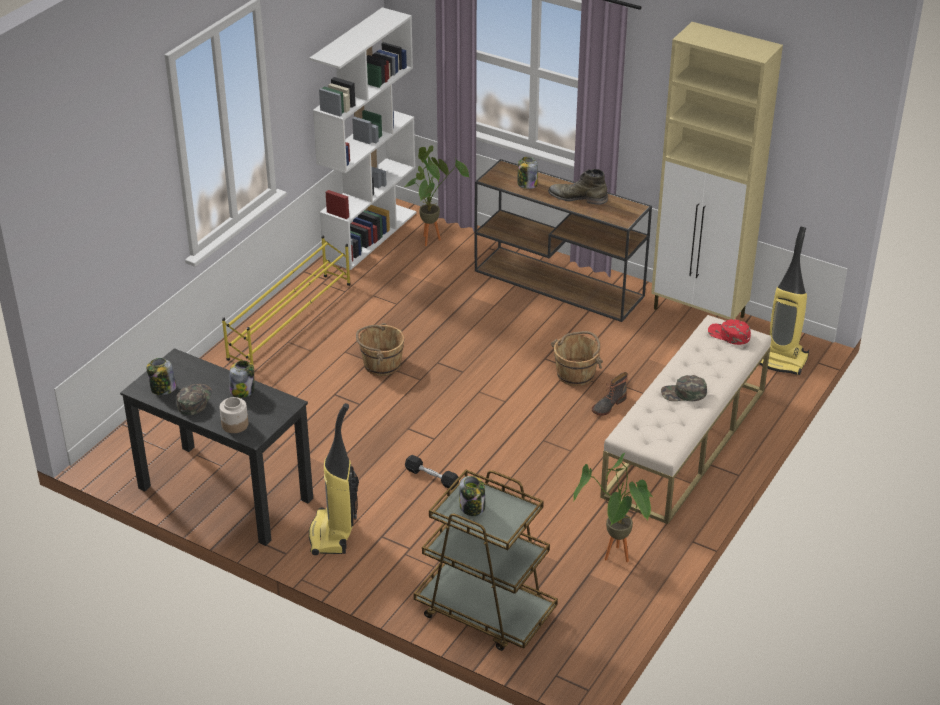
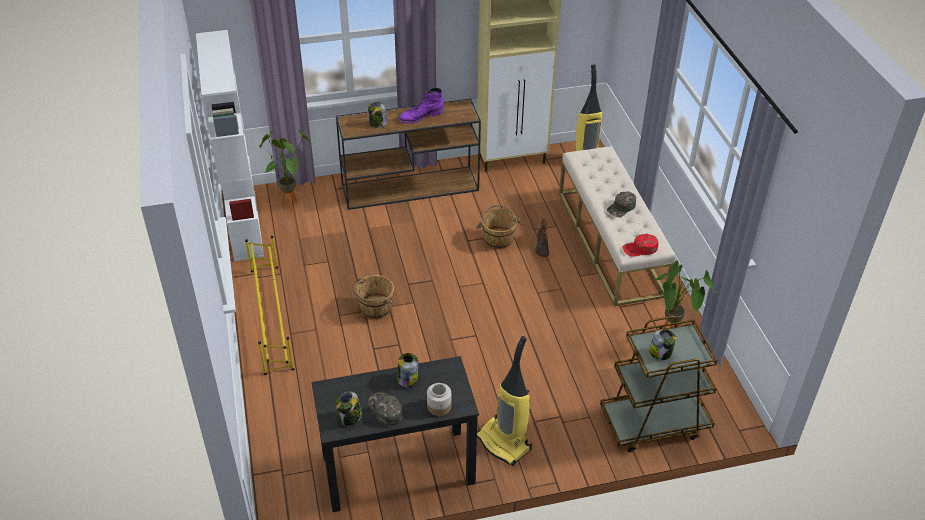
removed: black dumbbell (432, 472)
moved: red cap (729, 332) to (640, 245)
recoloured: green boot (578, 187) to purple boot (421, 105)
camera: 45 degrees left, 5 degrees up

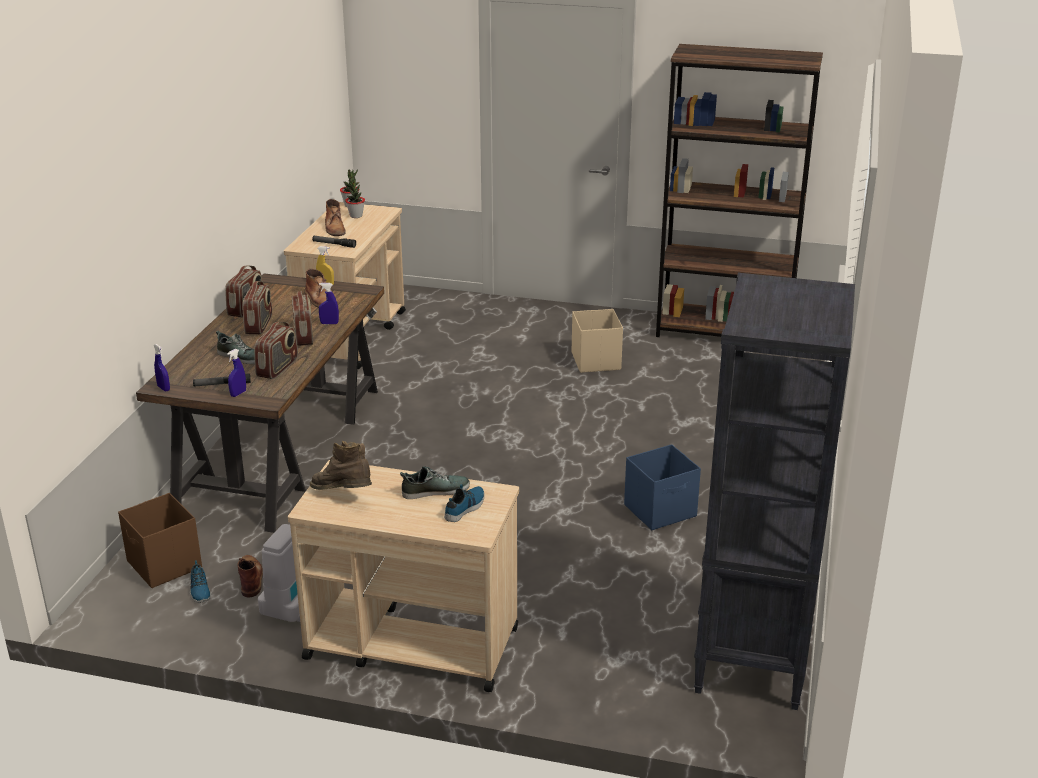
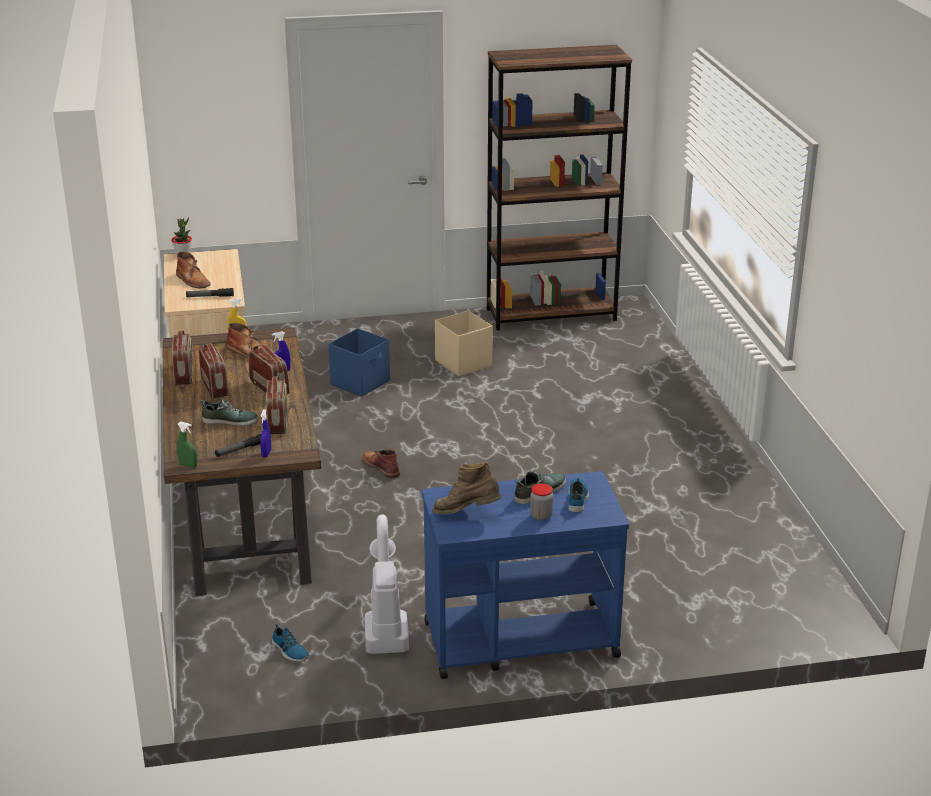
removed: brown storage box (160, 540); potted plant (355, 197); black bookcase (774, 491)
added: jar (541, 502)
moved: blue storage box (662, 487) to (359, 362); brown boot (250, 576) to (381, 464)
recoloured: blue spray bottle (161, 367) to green spray bottle (187, 445); beige cart (403, 576) to blue cart (525, 575)
camera: 25 degrees left, 0 degrees up

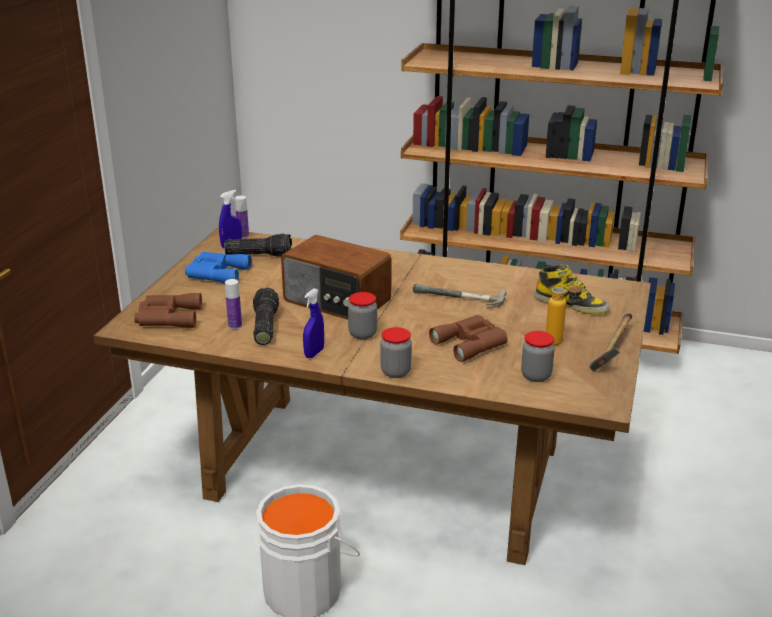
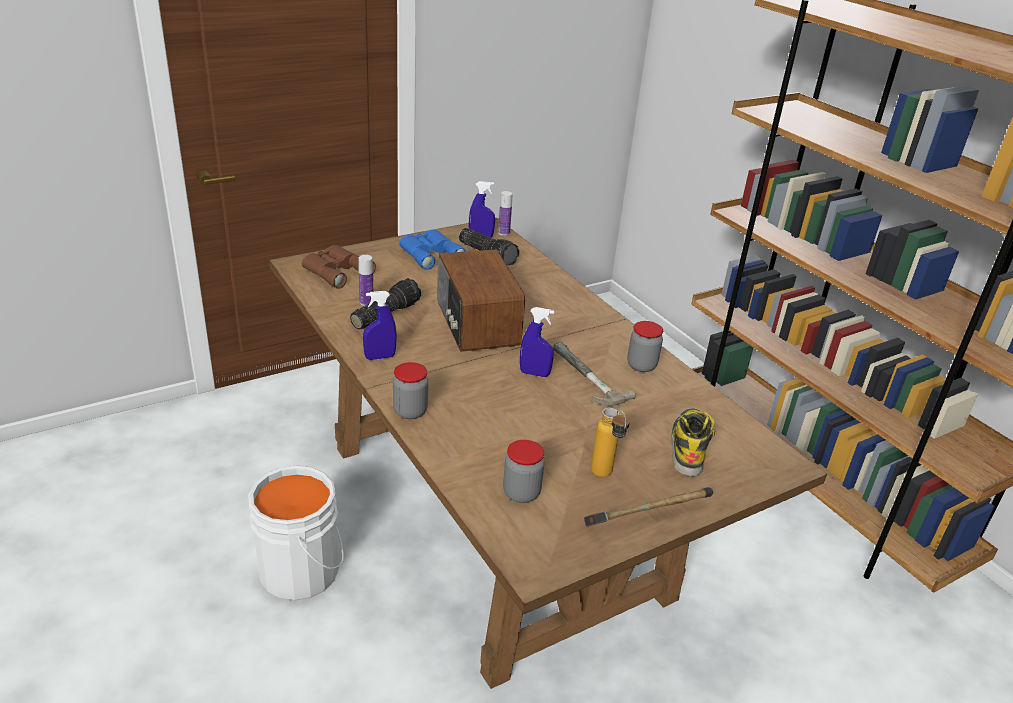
removed: brown binoculars (468, 338)
added: blue spray bottle (537, 342)
moved: jar (362, 315) to (645, 346)
turned: boot (572, 289) = (693, 442) 150 degrees counterclockwise
camera: 40 degrees right, 5 degrees up

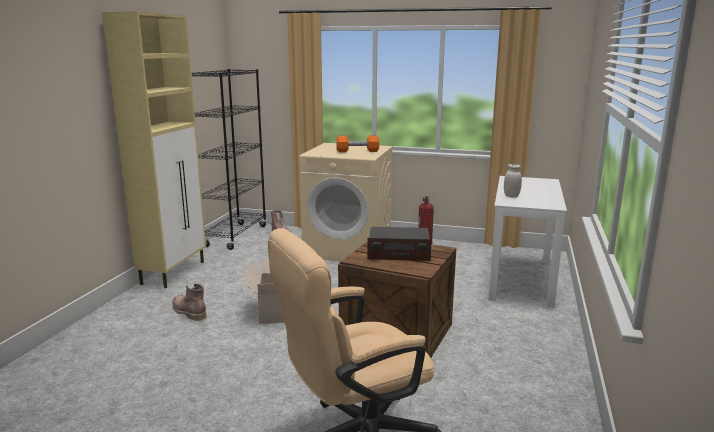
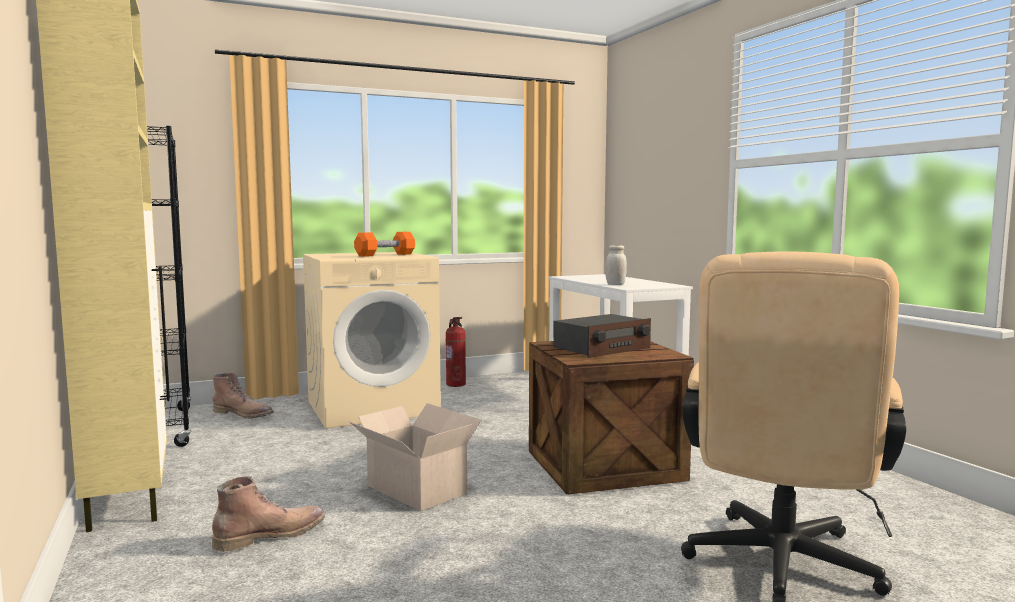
turned: brown boot (189, 302) = (268, 514) 135 degrees clockwise
camera: 40 degrees left, 10 degrees down

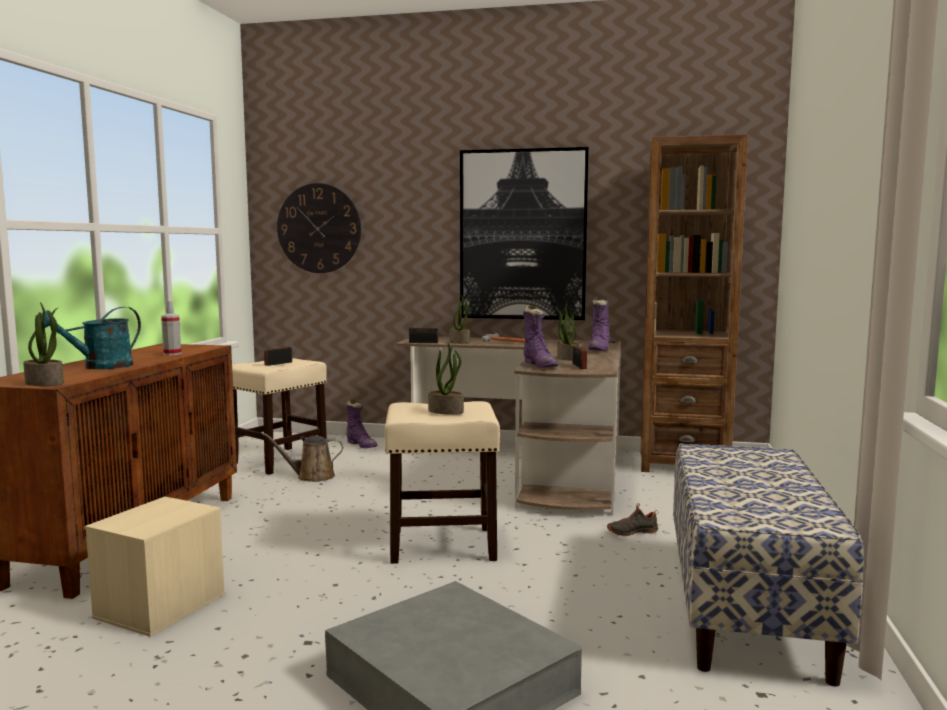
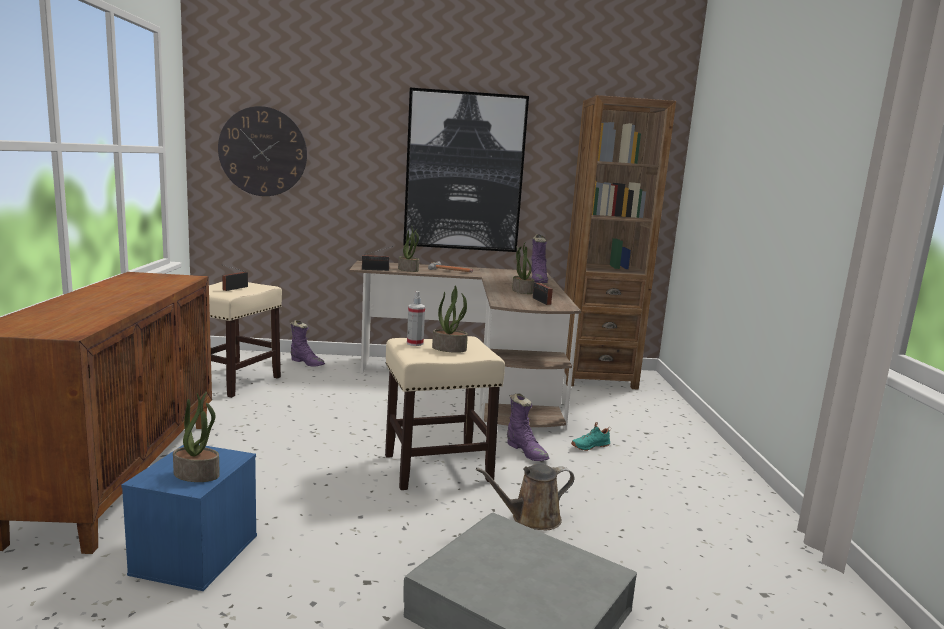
removed: turquoise watering can (91, 338); bench (768, 565)
moved: potted plant (43, 344) to (196, 437); spray bottle (171, 328) to (416, 318); brown watering can (302, 457) to (525, 497); purple boot (541, 336) to (528, 427)
recoloured: beige storage box (155, 567) to blue storage box (189, 518); black shoe (632, 519) to turquoise shoe (591, 436)
camera: 15 degrees left, 5 degrees up

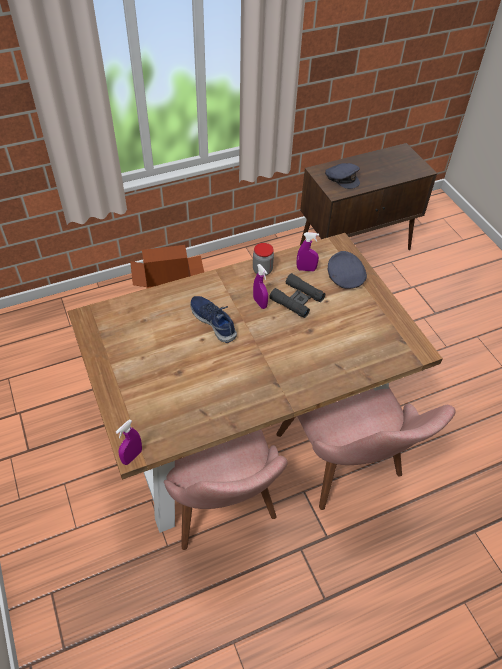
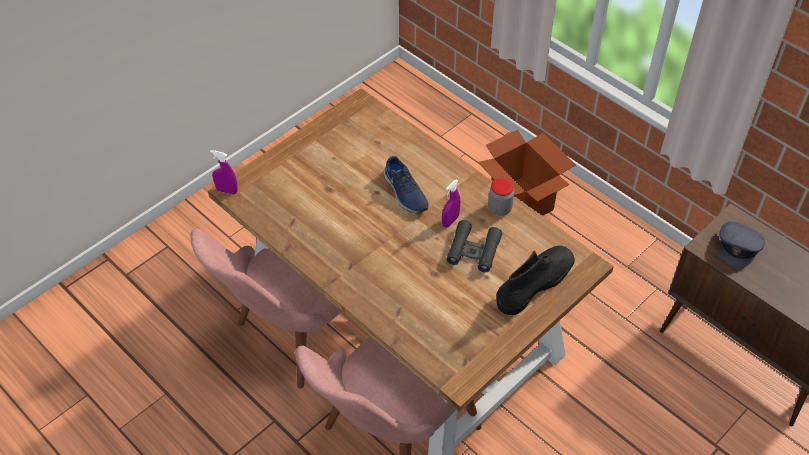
removed: purple spray bottle (307, 251)
replaced: grey cap (347, 270) to black boot (535, 280)
turned: blue shoe (213, 319) = (406, 184) 120 degrees clockwise
camera: 70 degrees right, 0 degrees up

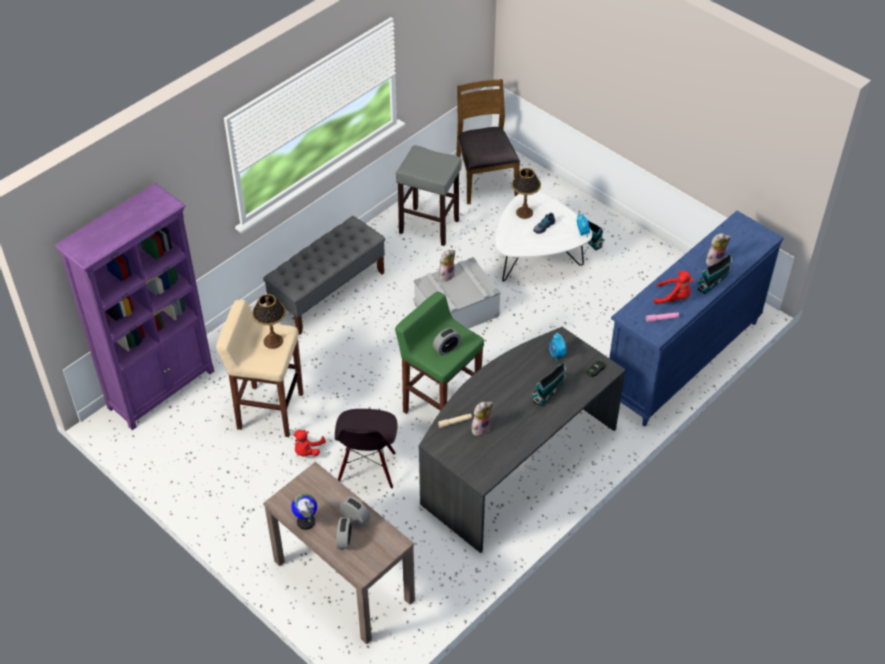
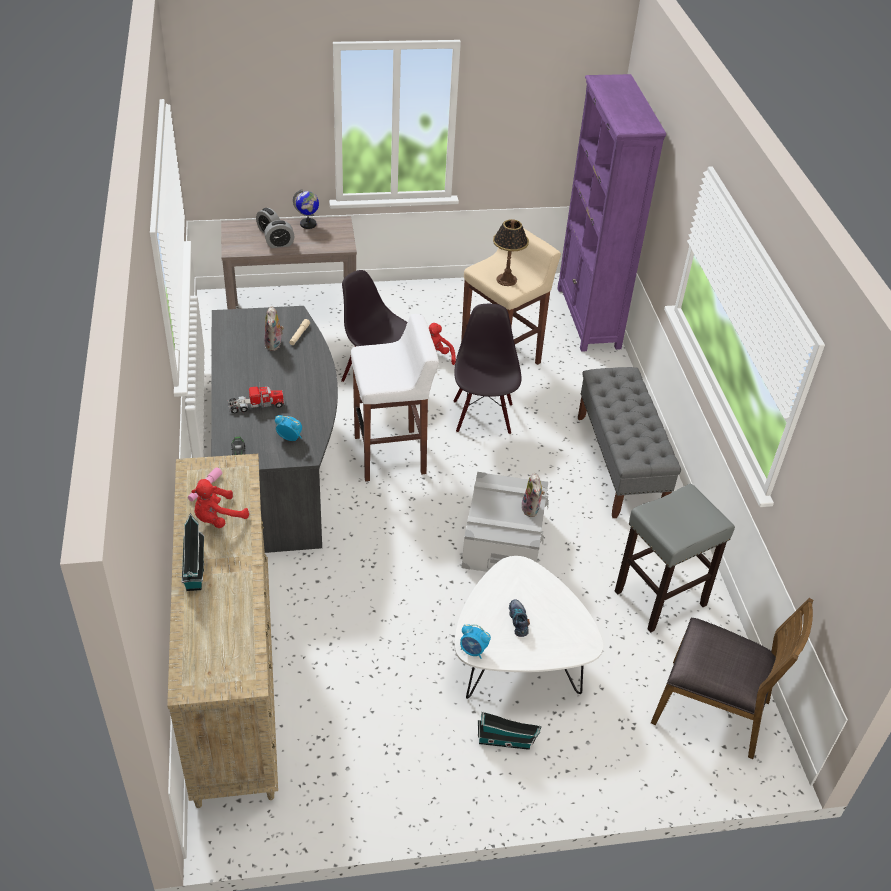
removed: alarm clock (447, 342); table lamp (526, 193); plush toy (718, 250)
added: black chair (487, 369)
replaced: toy house (549, 384) to toy truck (256, 398)
recoloured: blue dresser (696, 318) to beige dresser (222, 631); green stool (439, 353) to white stool (395, 397)
camera: 125 degrees right, 5 degrees down

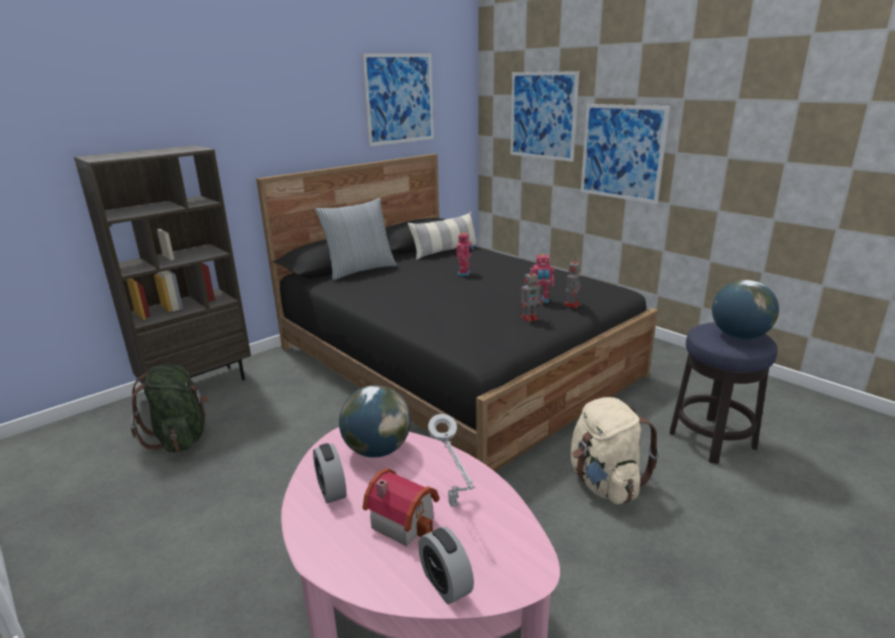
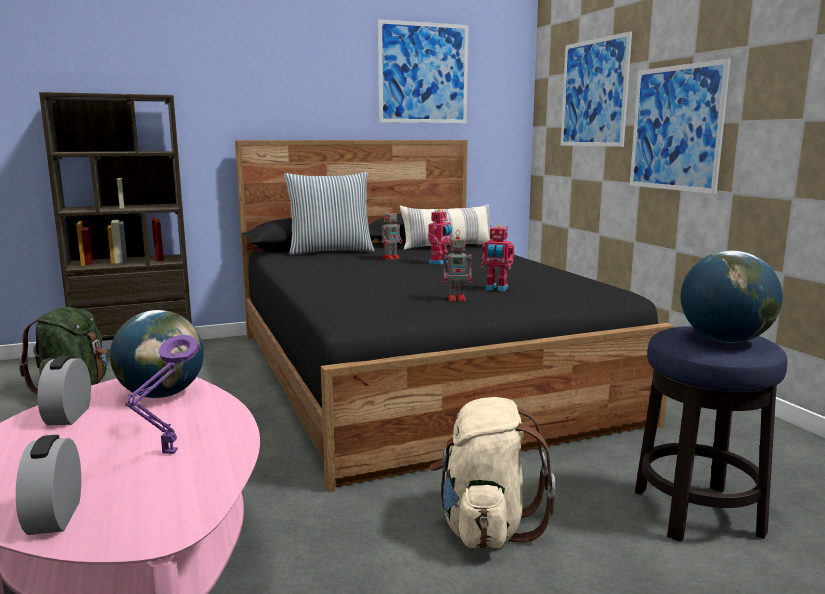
removed: toy house (401, 507)
moved: toy robot (572, 283) to (392, 234)
recoloured: grey table lamp (451, 460) to purple table lamp (161, 394)
camera: 20 degrees right, 10 degrees down

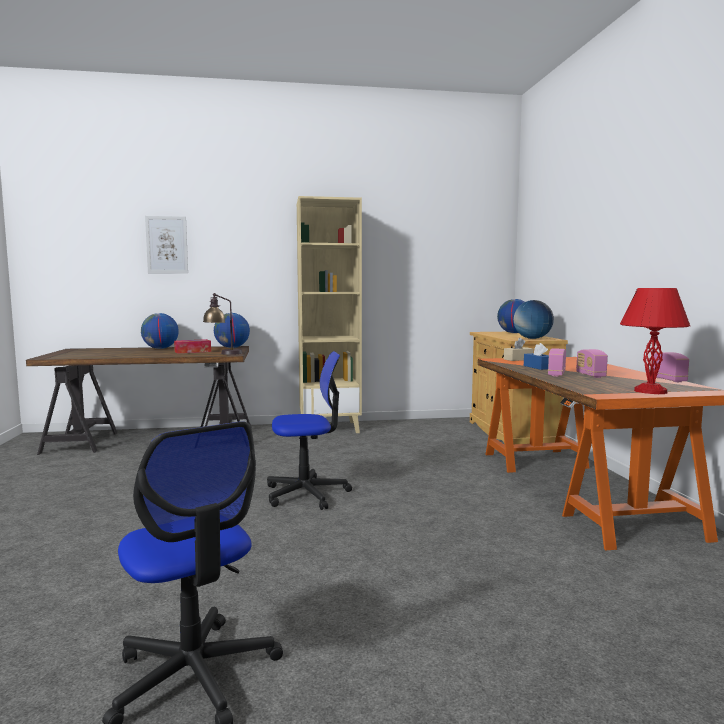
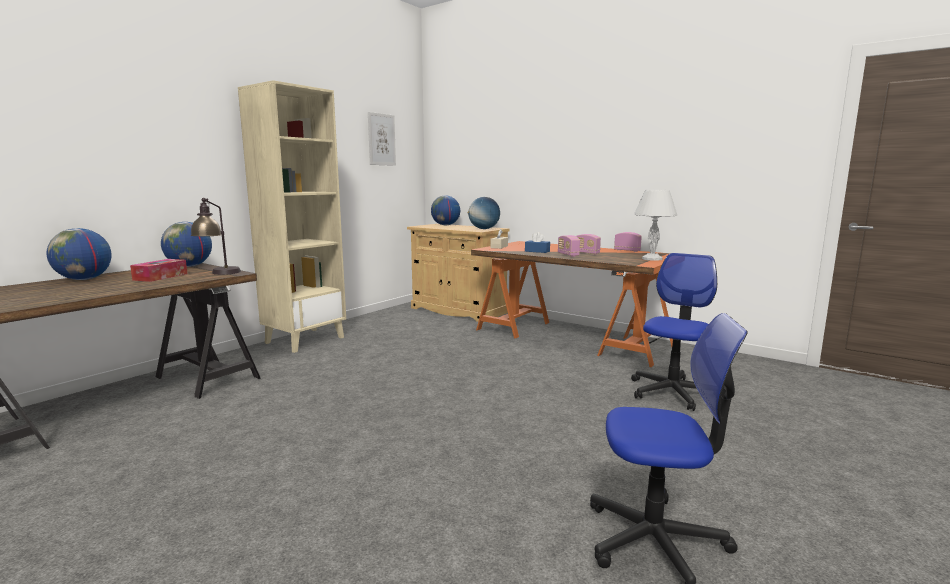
moved: picture (166, 244) to (382, 139); office chair (309, 430) to (674, 332)
recoloured: red table lamp (655, 341) to white table lamp (655, 225)
camera: 45 degrees left, 5 degrees up

